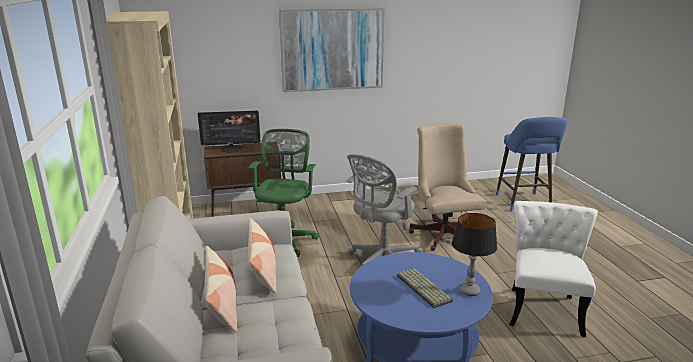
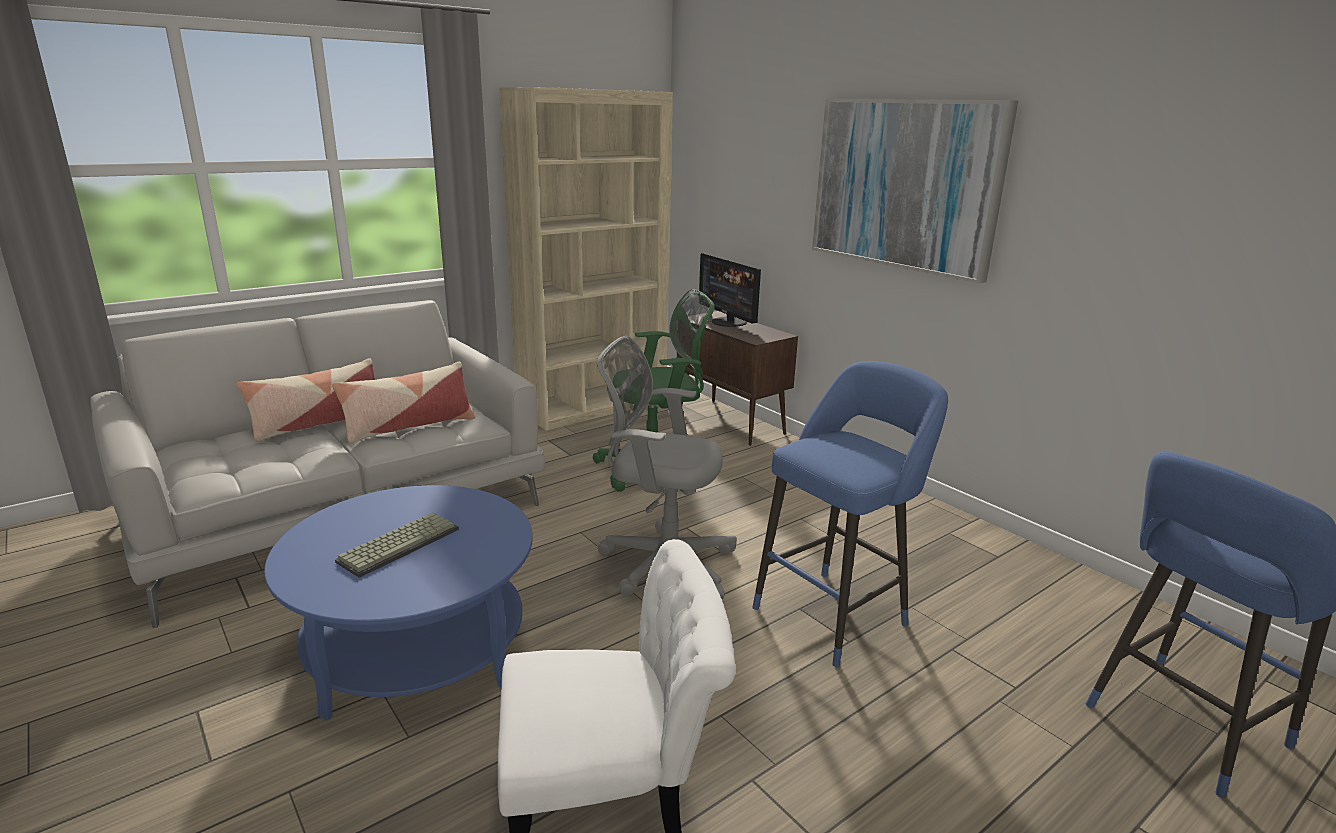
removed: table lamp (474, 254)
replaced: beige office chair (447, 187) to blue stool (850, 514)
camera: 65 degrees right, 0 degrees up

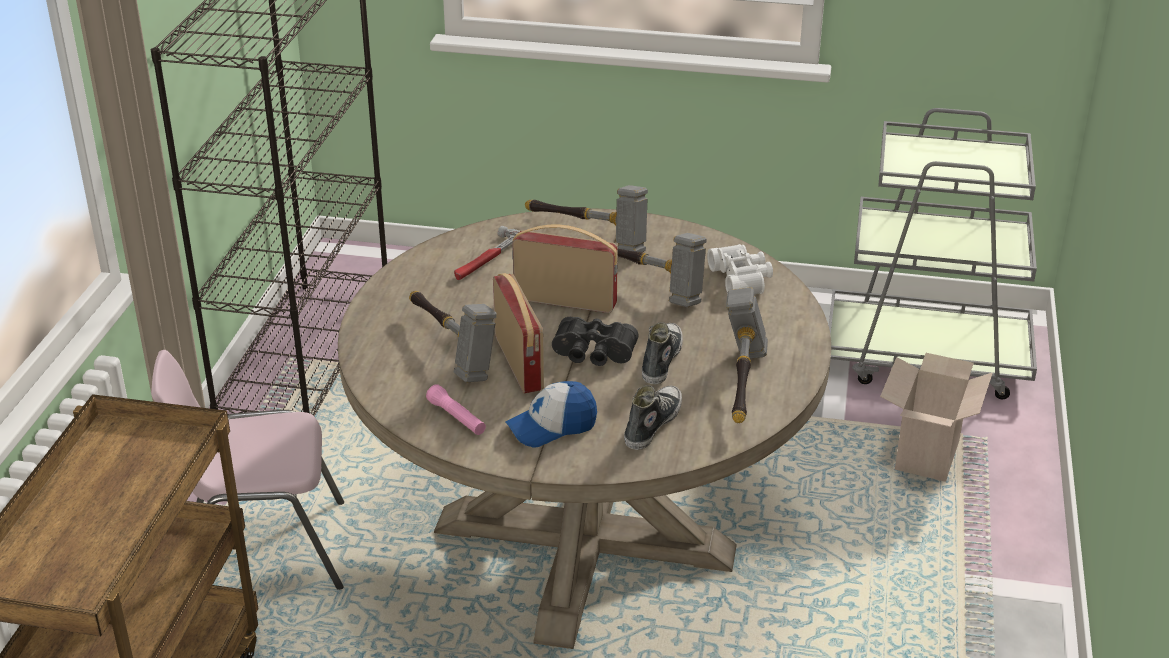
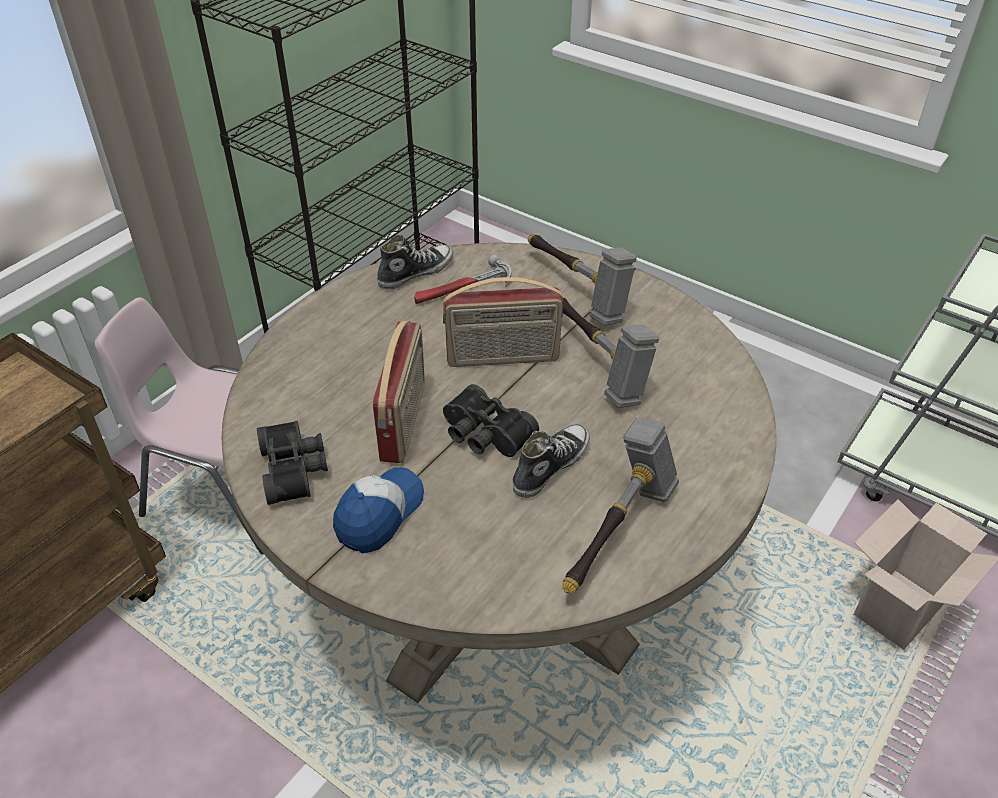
removed: hammer (453, 337); white binoculars (740, 269)
moved: shoe (653, 417) to (415, 262)
replaced: pink flashlight (456, 409) to black binoculars (292, 463)
turned: cap (551, 414) = (378, 510) 120 degrees clockwise; radio (565, 269) = (503, 322) 135 degrees clockwise
camera: 25 degrees right, 10 degrees up

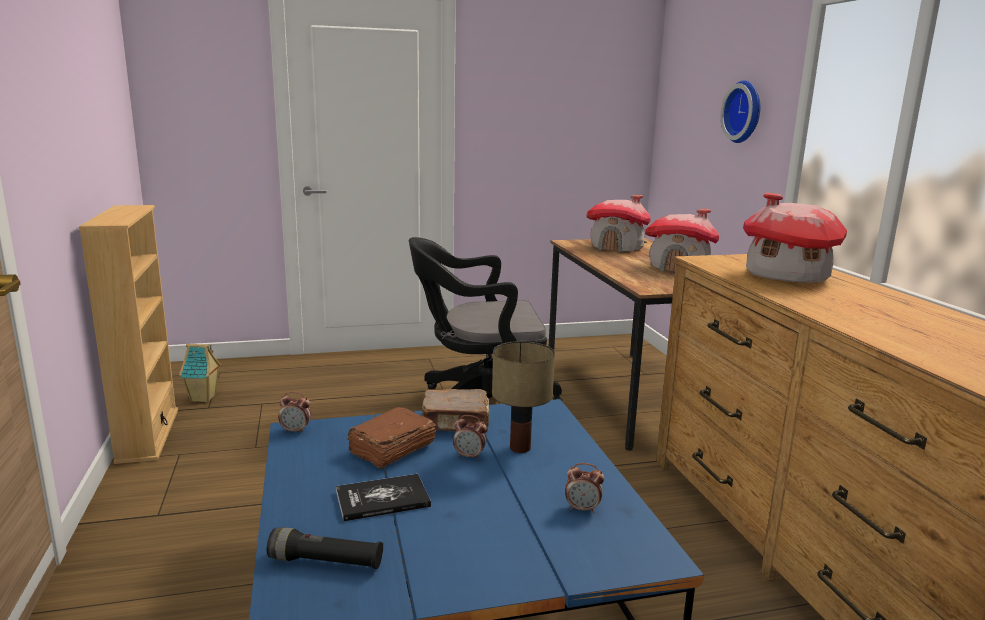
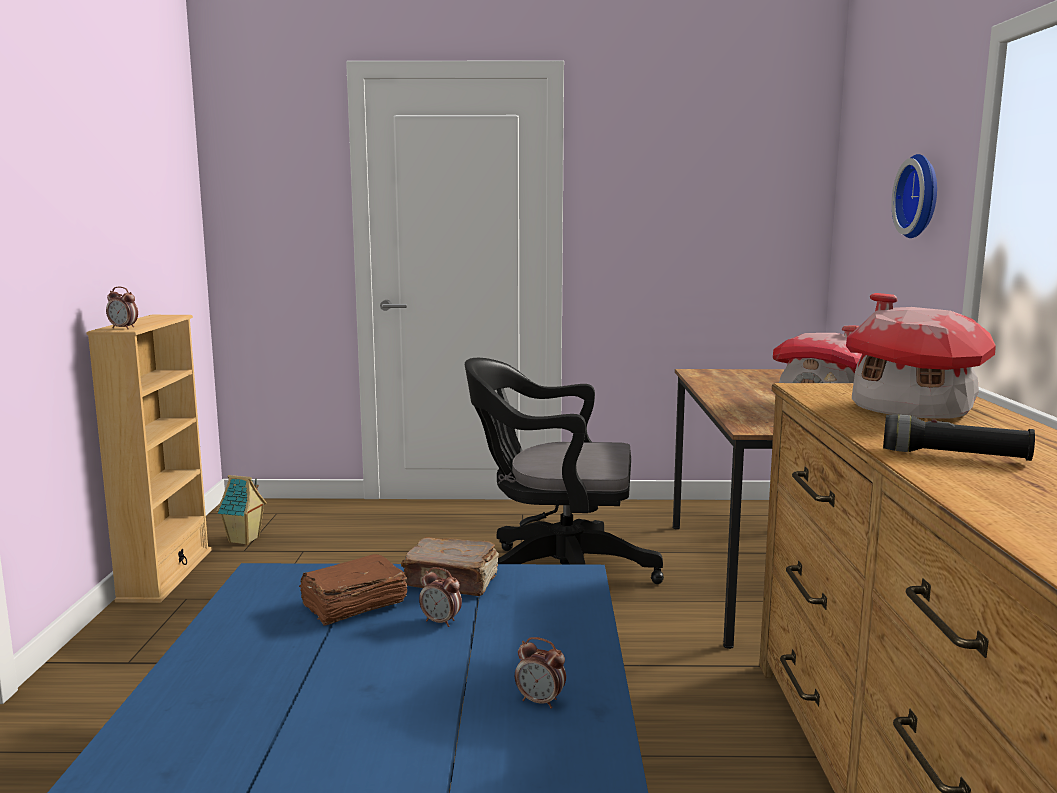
removed: book (383, 497); table lamp (523, 397); toy house (618, 223)
moved: alarm clock (294, 412) to (122, 308); black flashlight (325, 548) to (959, 437)
camera: 15 degrees right, 5 degrees down

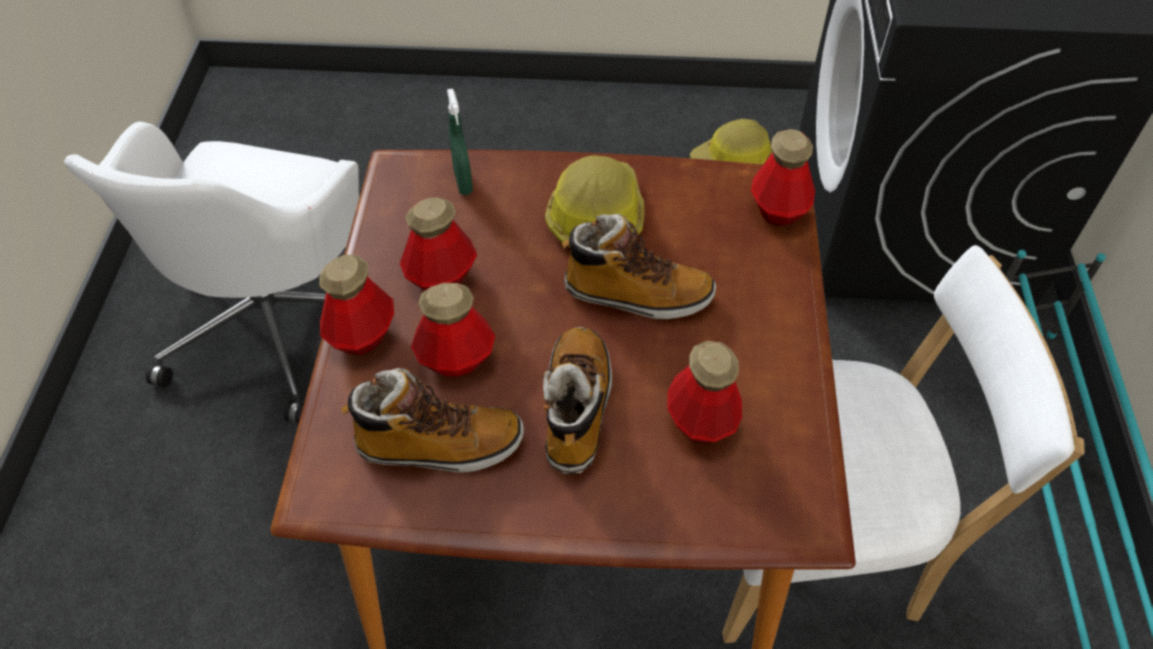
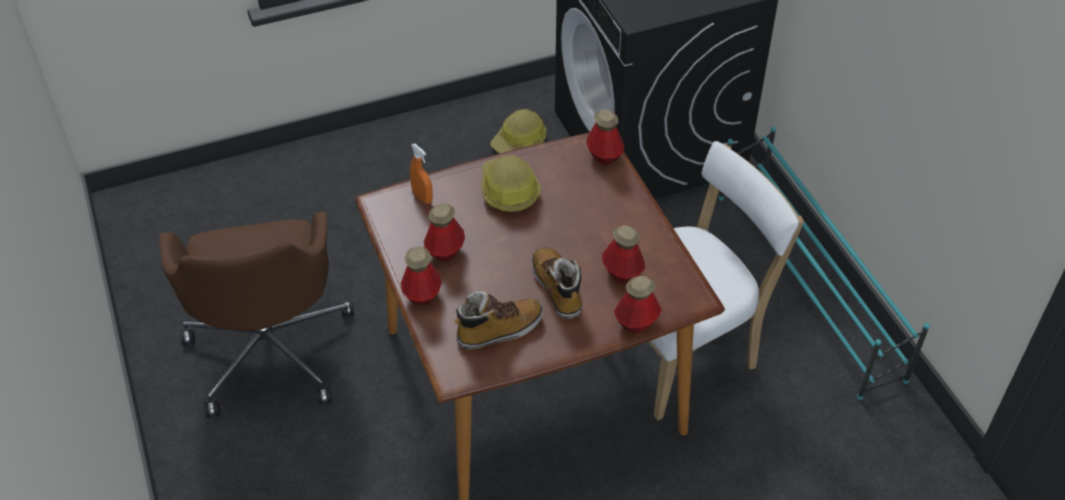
removed: boot (639, 266)
moved: bottle (453, 329) to (638, 304)
recoloured: white office chair (211, 273) to brown office chair (256, 315); green spray bottle (460, 142) to orange spray bottle (421, 174)
camera: 25 degrees left, 5 degrees down

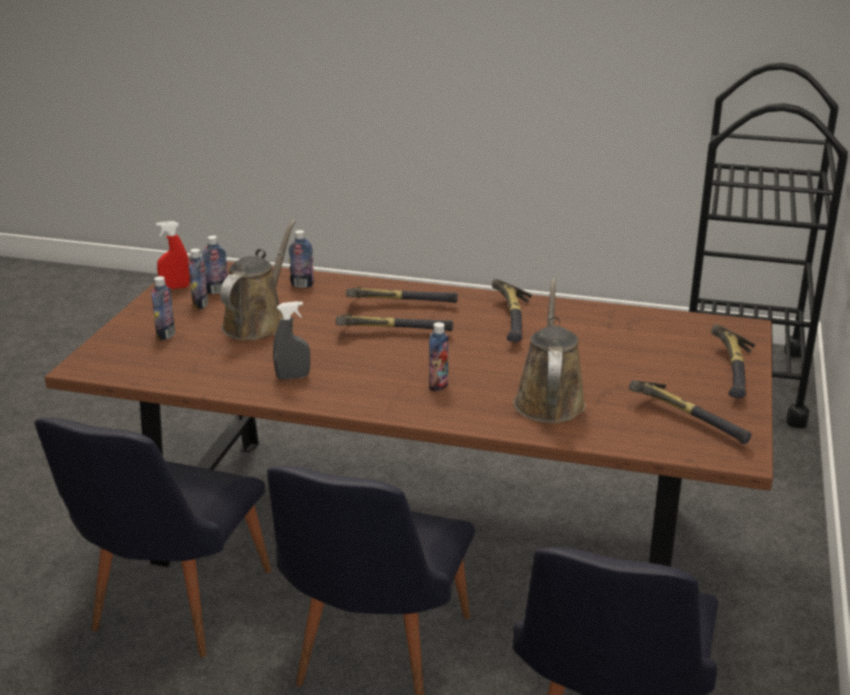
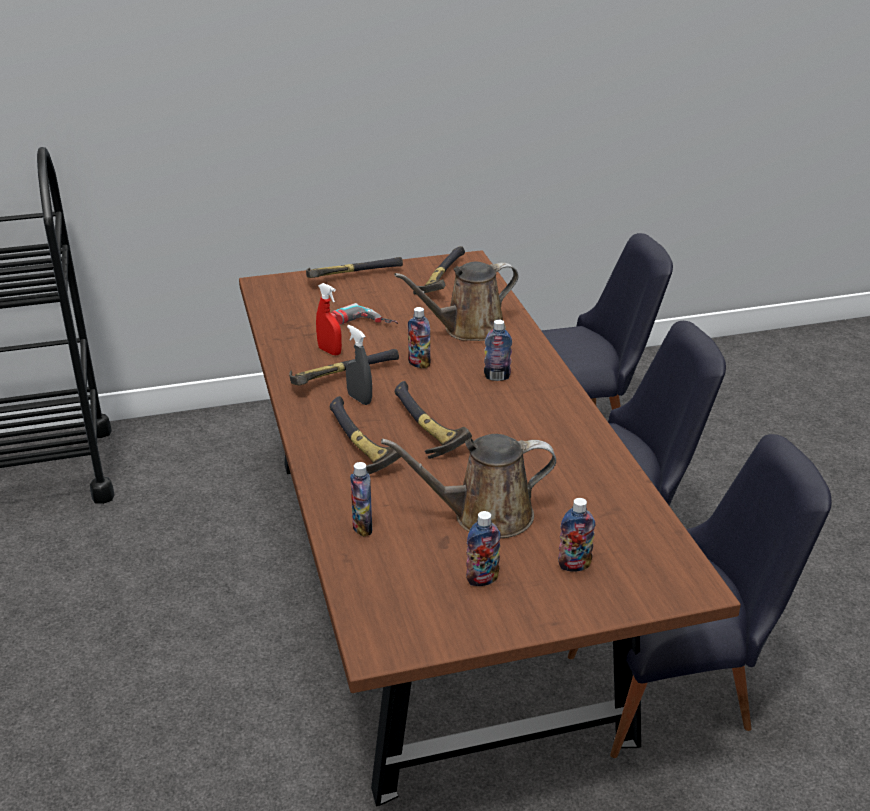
added: power drill (364, 314)
moved: red spray bottle (173, 255) to (329, 319); grey spray bottle (291, 340) to (359, 365); bottle (215, 265) to (419, 337)
camera: 120 degrees left, 5 degrees up

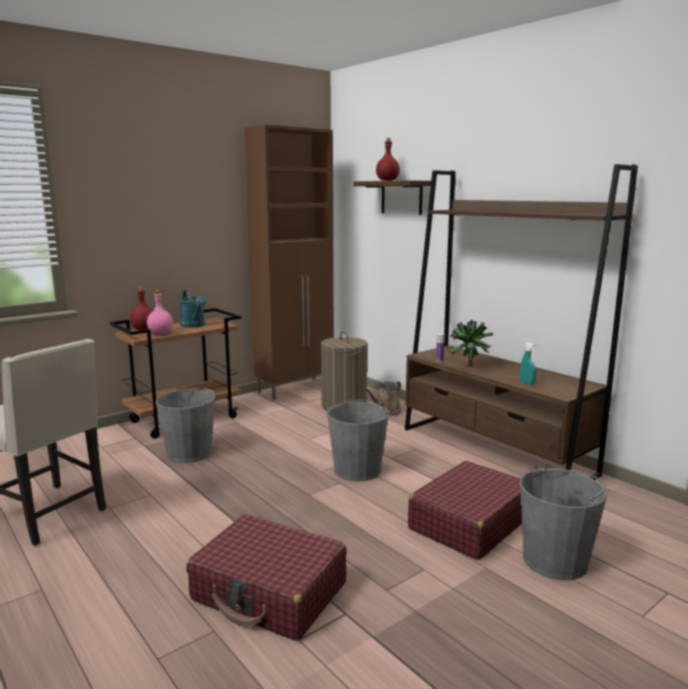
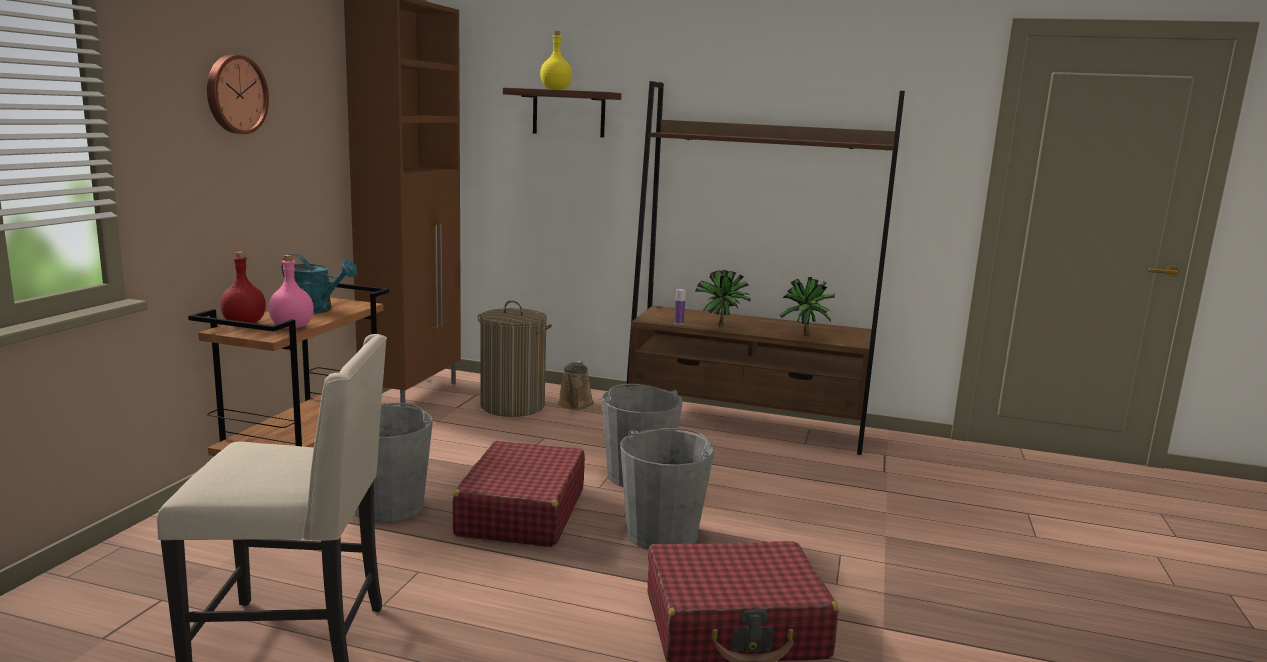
added: wall clock (238, 94)
moved: red suitcase (465, 510) to (519, 494); grey bucket (563, 522) to (667, 489)
replaced: turquoise spray bottle (528, 363) to potted plant (807, 306)
recoloured: red bottle (388, 159) to yellow bottle (556, 60)
camera: 35 degrees left, 0 degrees up

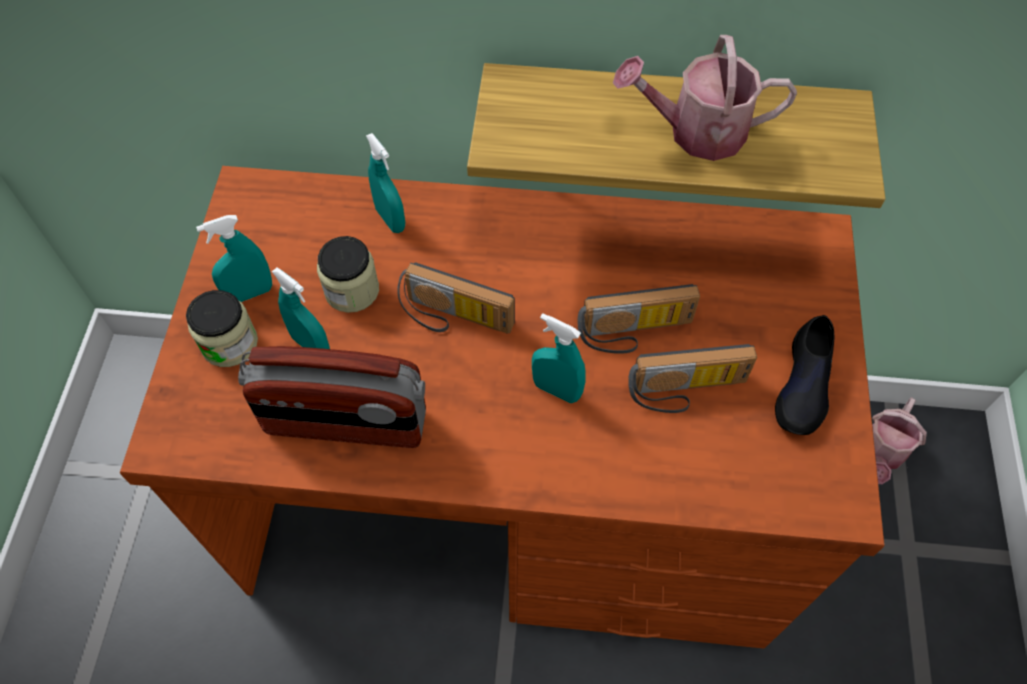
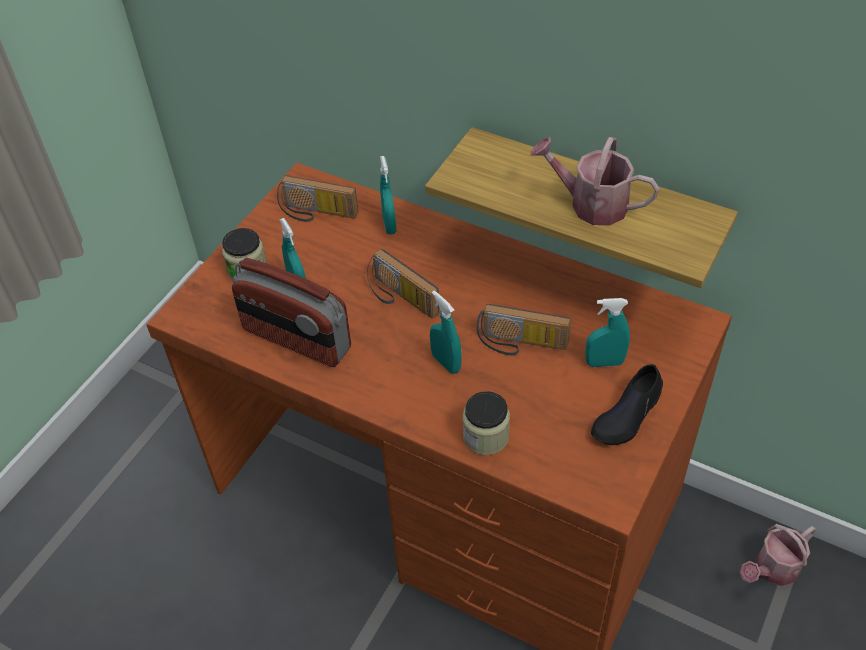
moved: radio (692, 378) to (317, 198); jar (348, 274) to (486, 423); turquoise spray bottle (234, 258) to (607, 332)
camera: 25 degrees right, 10 degrees down

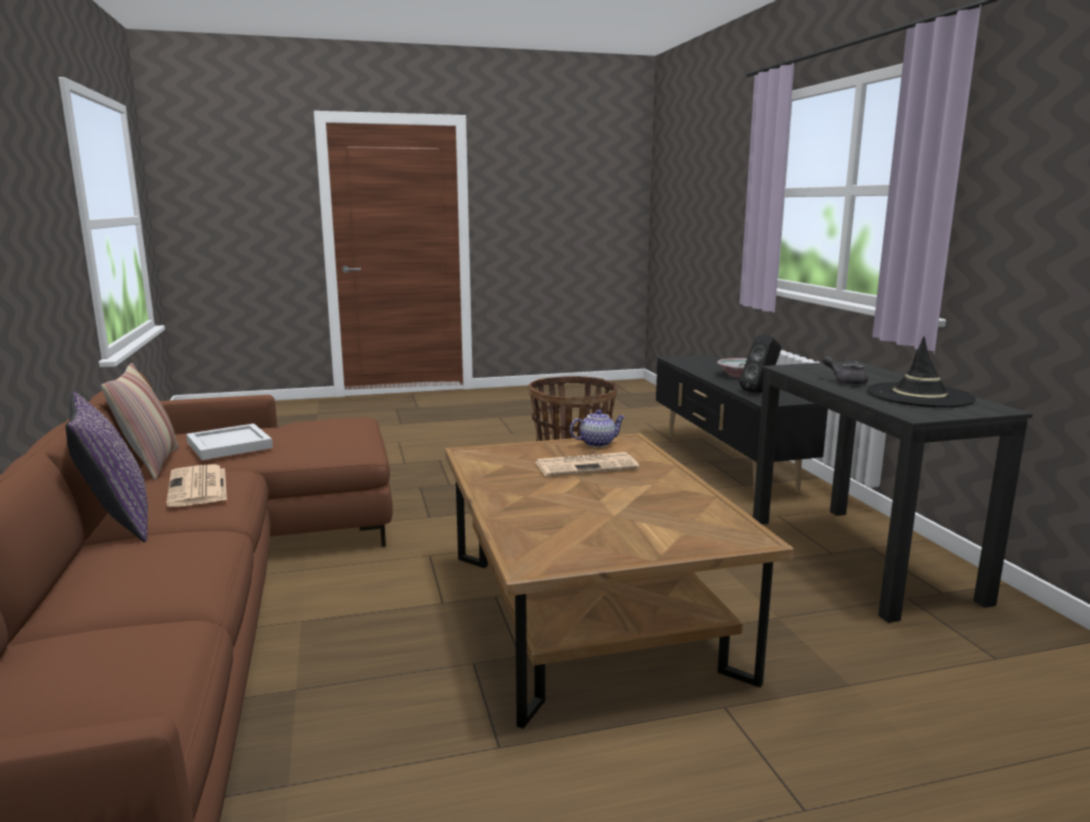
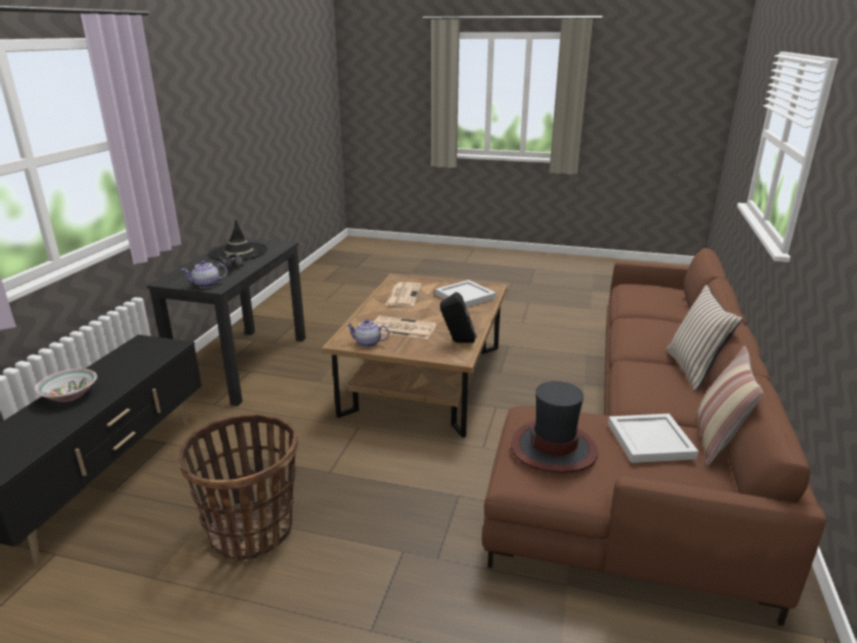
added: teapot (204, 274); white tray (465, 293); hat (554, 427)
moved: newspaper (196, 485) to (403, 294); black speaker (760, 363) to (458, 317)
recoloured: purple pillow (107, 467) to beige pillow (704, 338)
camera: 150 degrees left, 10 degrees up

